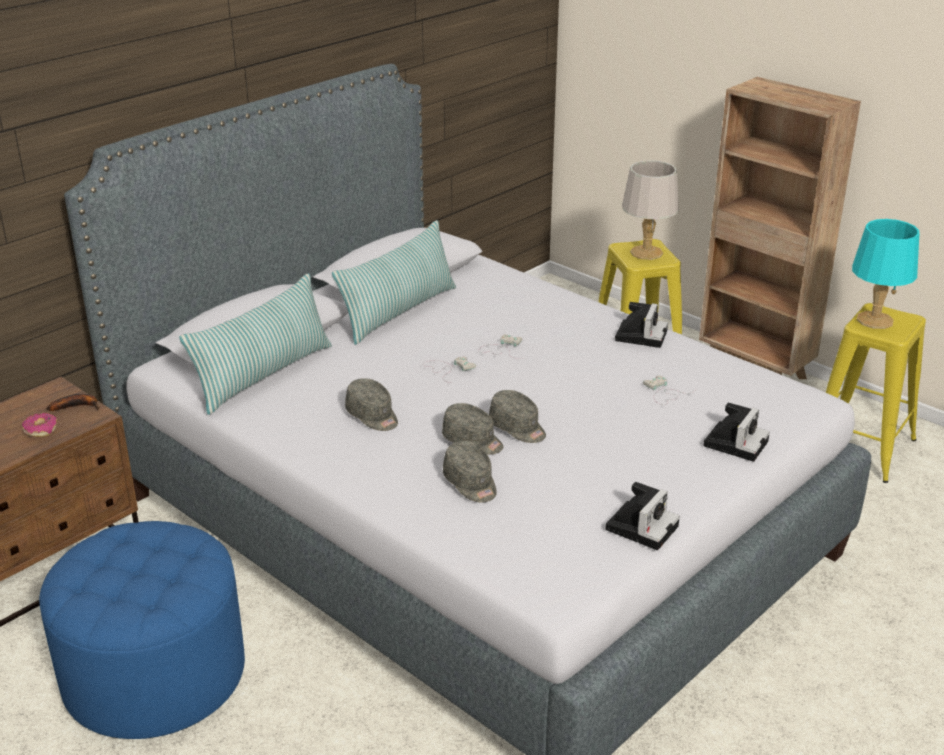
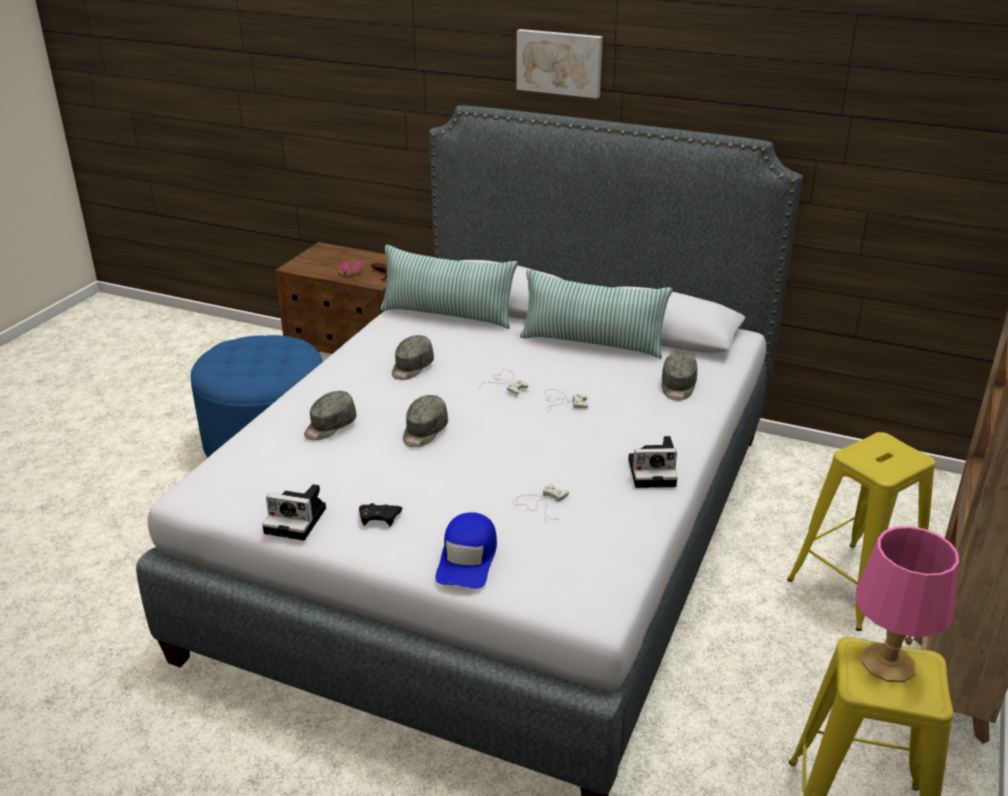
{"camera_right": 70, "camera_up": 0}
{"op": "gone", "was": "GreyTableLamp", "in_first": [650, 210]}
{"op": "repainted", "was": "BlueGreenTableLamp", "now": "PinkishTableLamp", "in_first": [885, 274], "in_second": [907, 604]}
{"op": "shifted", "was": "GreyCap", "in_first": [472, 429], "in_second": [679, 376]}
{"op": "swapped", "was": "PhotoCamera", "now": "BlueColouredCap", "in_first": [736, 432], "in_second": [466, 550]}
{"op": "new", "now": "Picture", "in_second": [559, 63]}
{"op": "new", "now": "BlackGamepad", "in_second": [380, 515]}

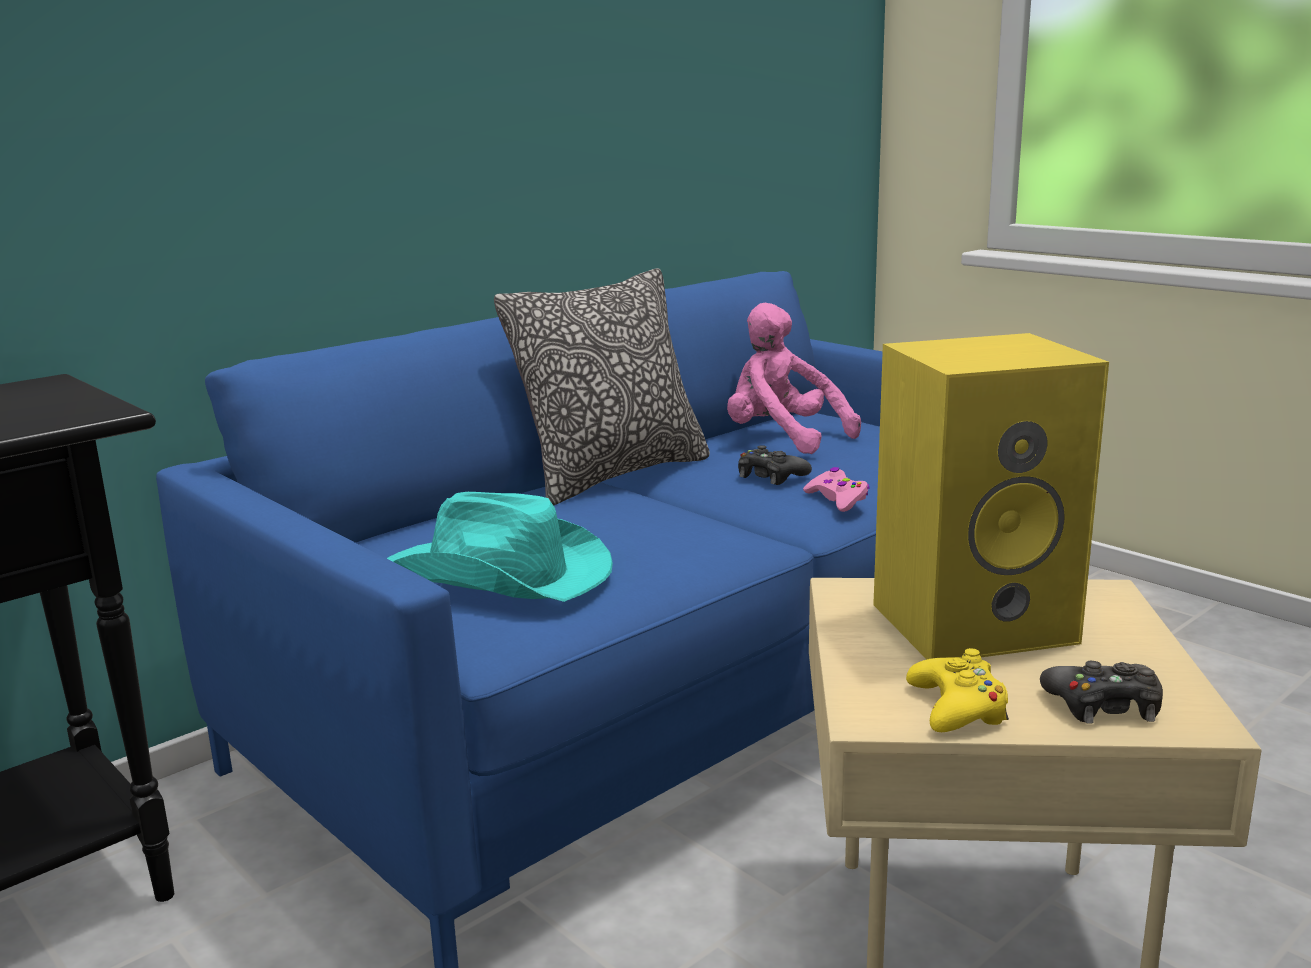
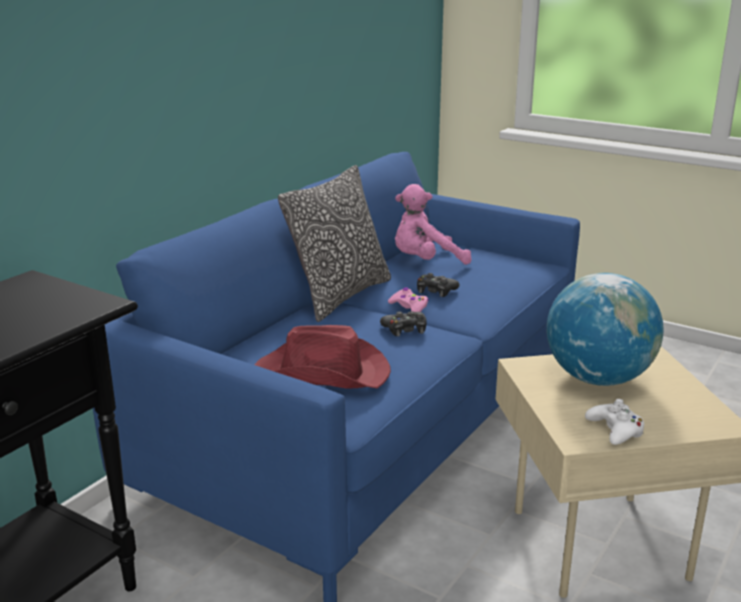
{"camera_right": -15, "camera_up": 5}
{"op": "rotated", "was": "PinkishSoftToy", "in_first": [794, 378], "in_second": [433, 224], "clockwise": -45}
{"op": "swapped", "was": "YellowLoudspeaker", "now": "WorldGlobe", "in_first": [991, 496], "in_second": [605, 329]}
{"op": "shifted", "was": "PinkishGamepad", "in_first": [836, 489], "in_second": [408, 299]}
{"op": "repainted", "was": "BlueGreenHat", "now": "RedHat", "in_first": [500, 547], "in_second": [323, 357]}
{"op": "repainted", "was": "YellowGamepad", "now": "WhiteGamepad", "in_first": [957, 690], "in_second": [614, 422]}
{"op": "shifted", "was": "BlackGamepad", "in_first": [1101, 692], "in_second": [403, 323]}

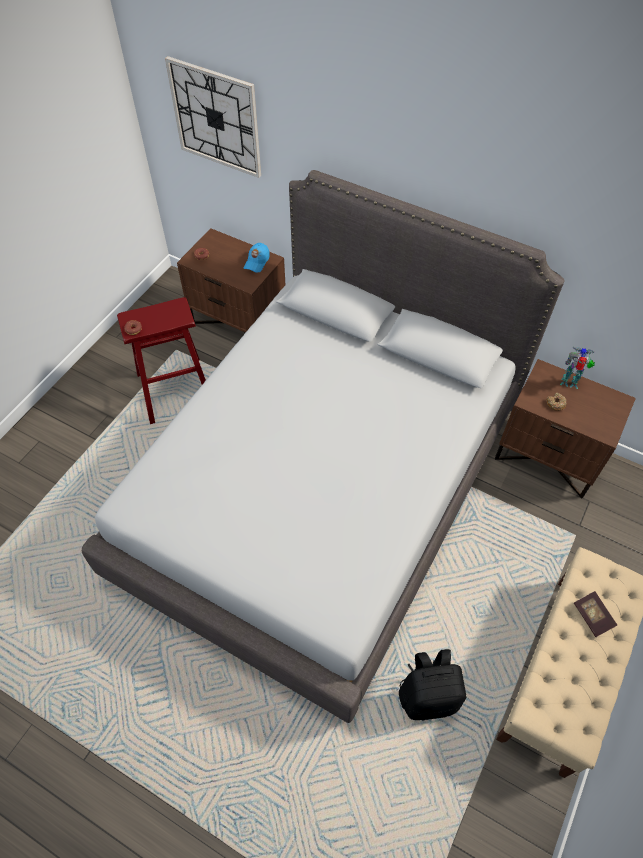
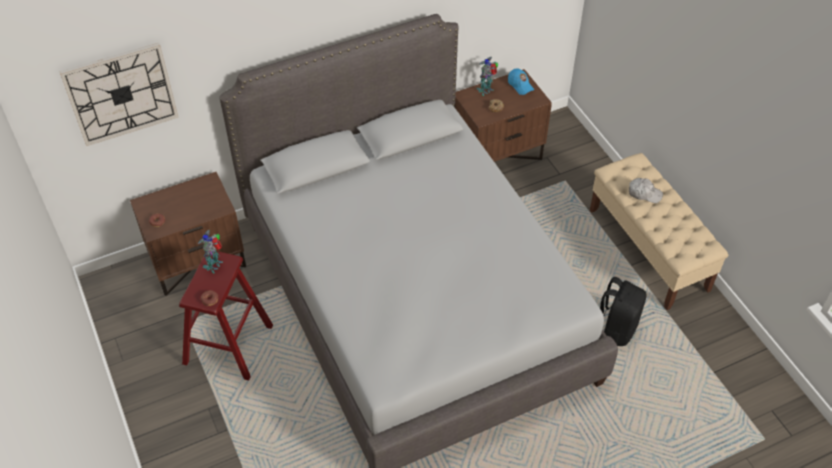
{"camera_right": -55, "camera_up": -5}
{"op": "shifted", "was": "BlueColouredCap", "in_first": [256, 258], "in_second": [521, 81]}
{"op": "swapped", "was": "BoundBook", "now": "WhiteCap", "in_first": [595, 614], "in_second": [646, 190]}
{"op": "new", "now": "ModelRobot", "in_second": [210, 252]}

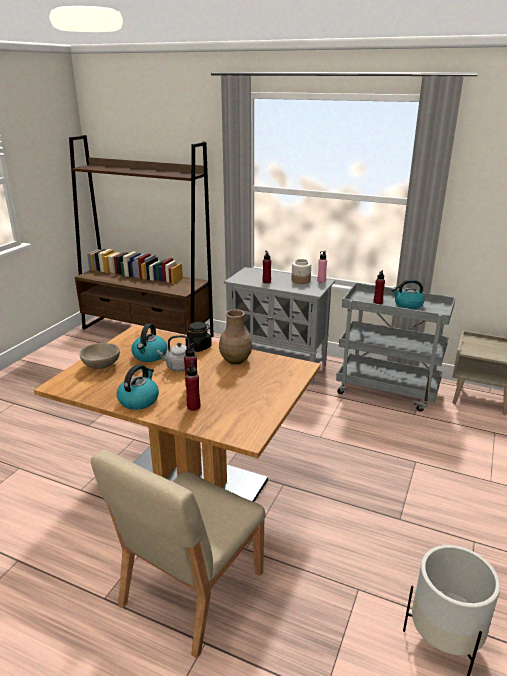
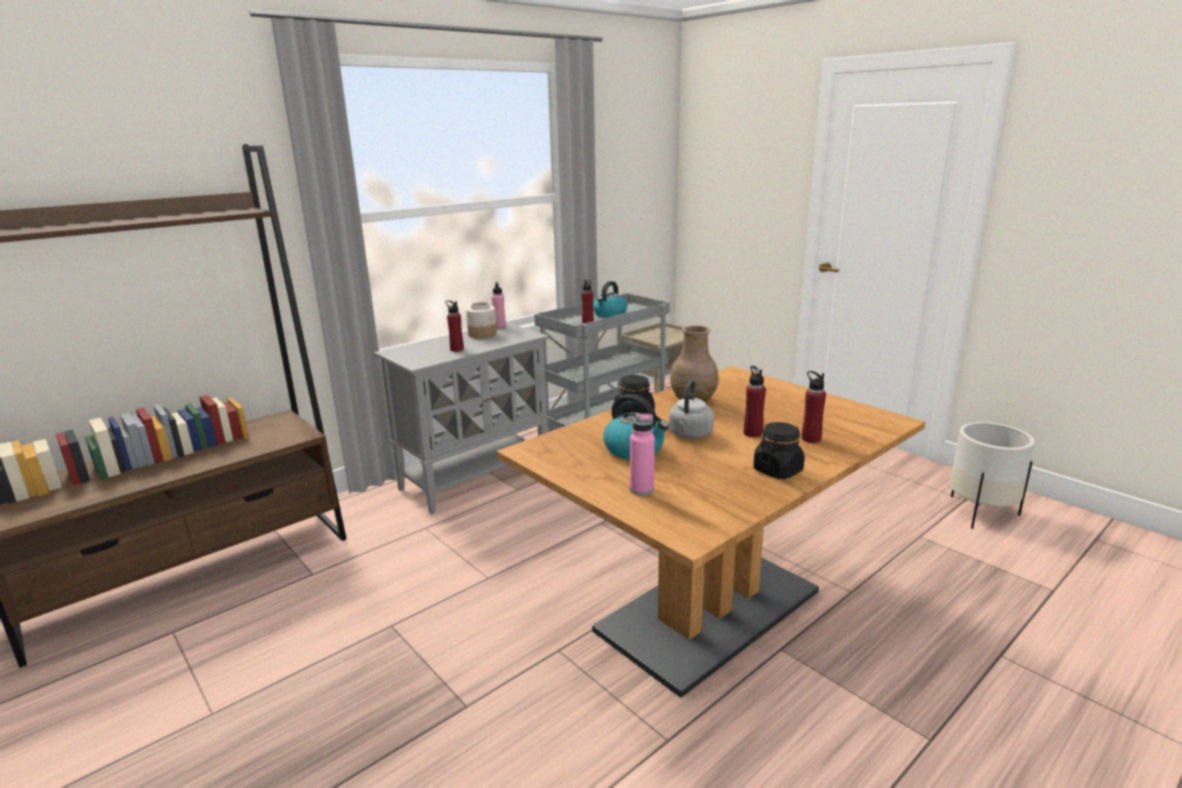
{"camera_right": -65, "camera_up": -5}
{"op": "swapped", "was": "BeigeColouredServingBowl", "now": "PinkishBeverageBottle", "in_first": [100, 356], "in_second": [642, 454]}
{"op": "swapped", "was": "WaterKettle", "now": "BlackStorageJar", "in_first": [138, 387], "in_second": [779, 450]}
{"op": "gone", "was": "BeigeColouredPlainChair", "in_first": [178, 554]}

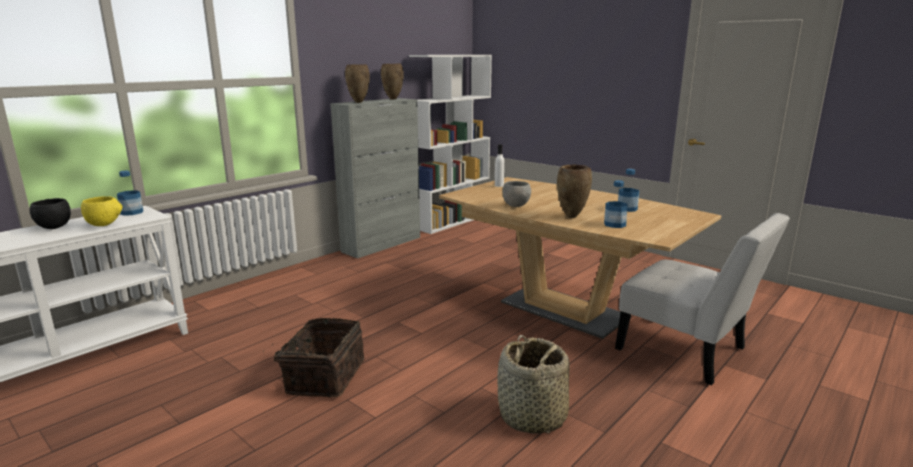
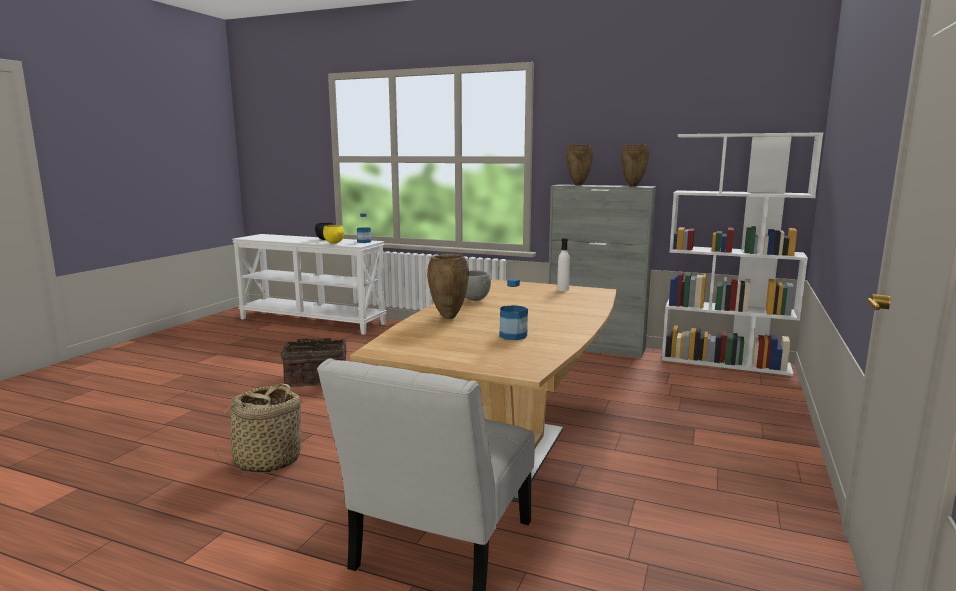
{"camera_right": 70, "camera_up": -5}
{"op": "gone", "was": "BeverageBottle", "in_first": [616, 204]}

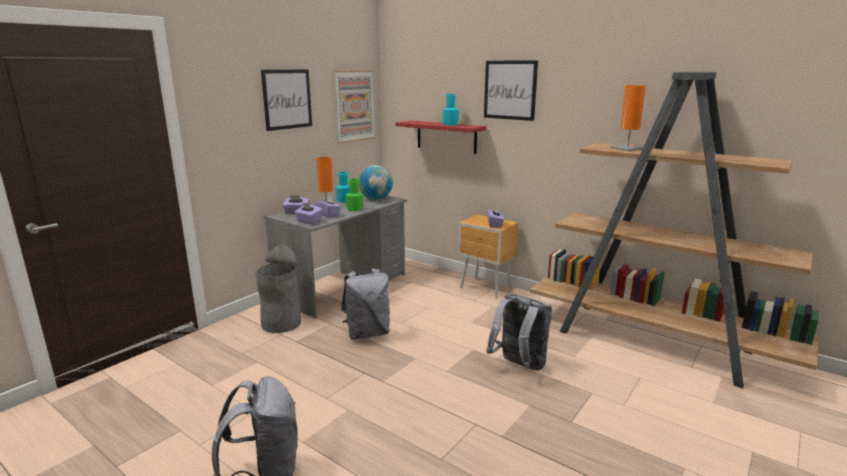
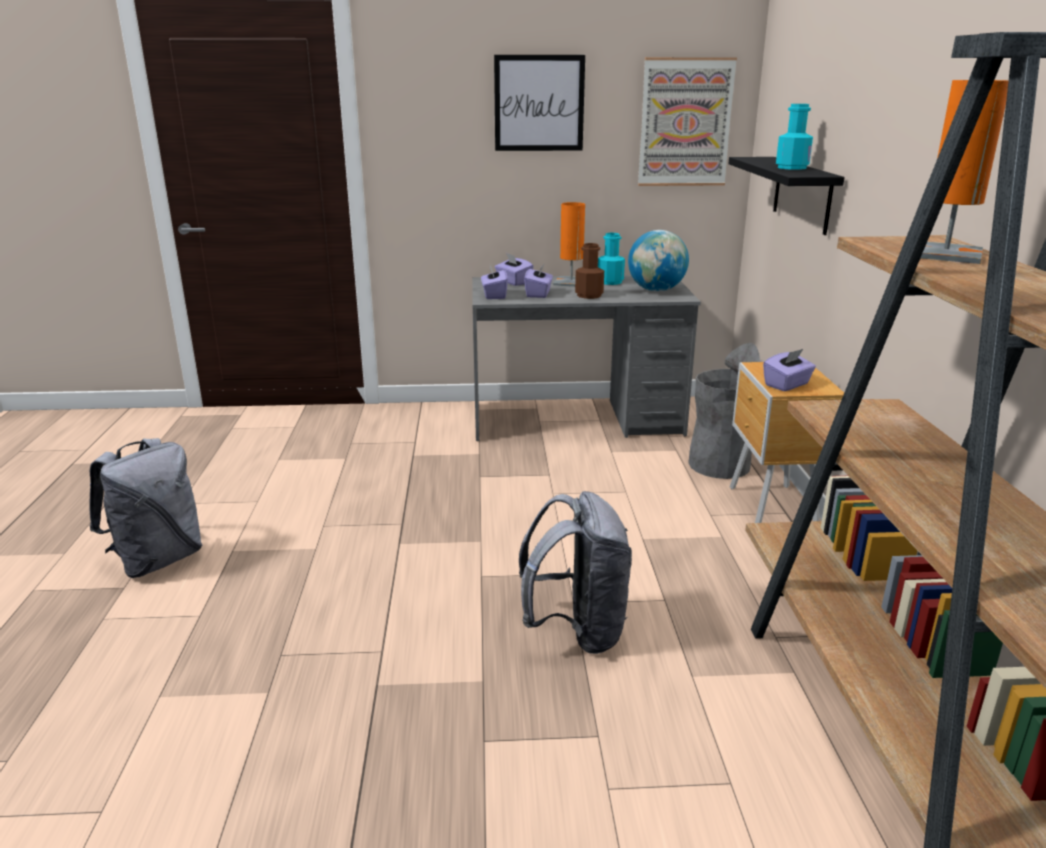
{"camera_right": 50, "camera_up": 5}
{"op": "gone", "was": "Picture", "in_first": [511, 90]}
{"op": "repainted", "was": "RedBracketShelf", "now": "BlackBracketShelf", "in_first": [440, 137], "in_second": [786, 196]}
{"op": "repainted", "was": "GreenColouredBeverageBottle", "now": "BrownishBeverageBottle", "in_first": [354, 194], "in_second": [589, 271]}
{"op": "shifted", "was": "GreyWasteBin", "in_first": [278, 288], "in_second": [724, 411]}
{"op": "gone", "was": "GreyBackpack", "in_first": [365, 304]}

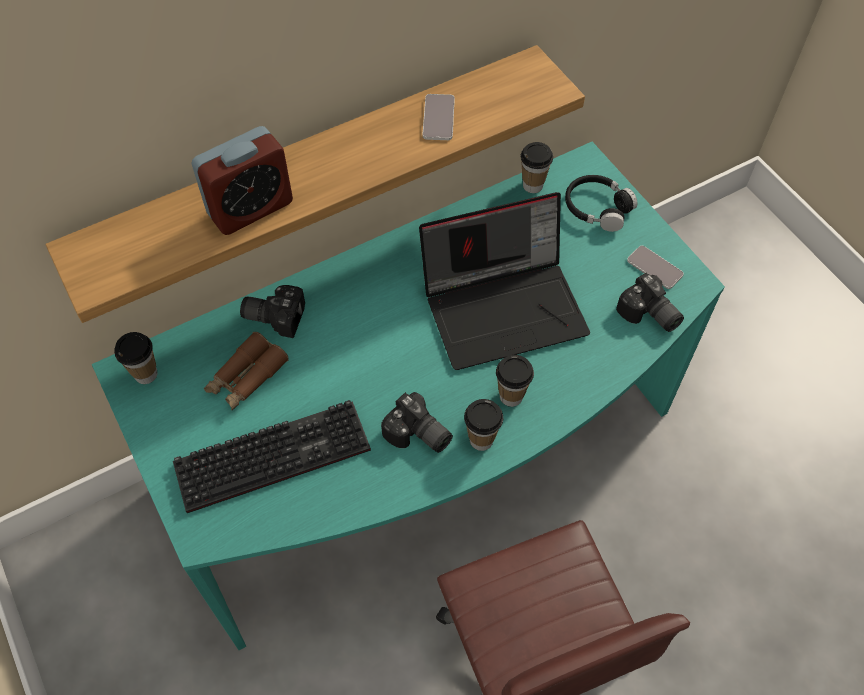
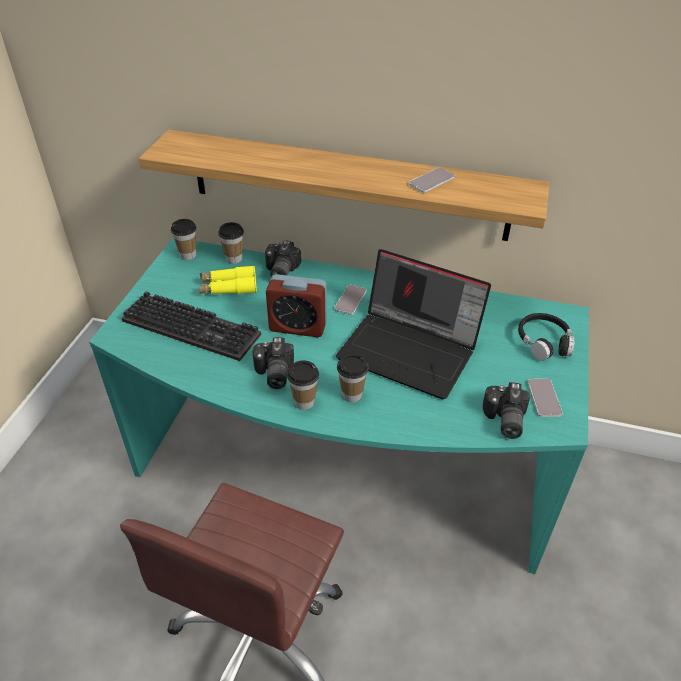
{"camera_right": 45, "camera_up": -15}
{"op": "shifted", "was": "AlarmClock", "in_first": [242, 180], "in_second": [296, 305]}
{"op": "shifted", "was": "SmallCup", "in_first": [536, 167], "in_second": [231, 243]}
{"op": "rotated", "was": "PhotoCamera", "in_first": [272, 311], "in_second": [283, 258], "clockwise": -135}
{"op": "repainted", "was": "BrownishFieldGlasses", "now": "YellowFieldGlasses", "in_first": [246, 371], "in_second": [228, 279]}
{"op": "new", "now": "Phone", "in_second": [350, 300]}

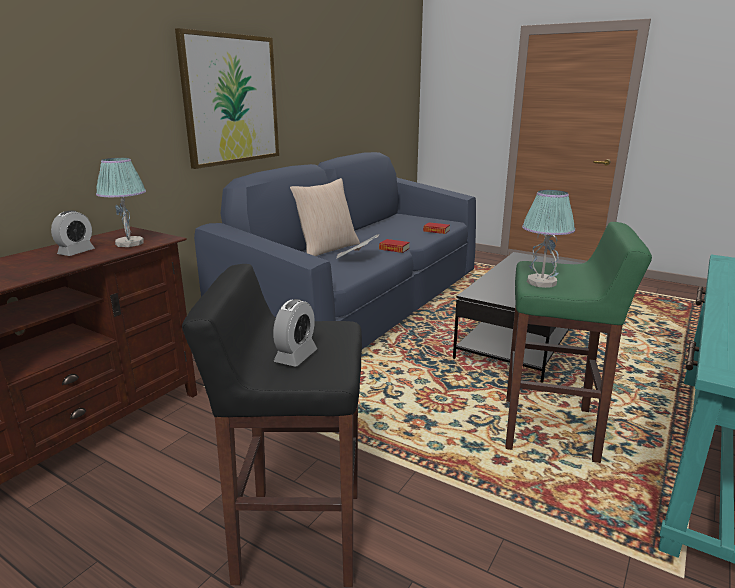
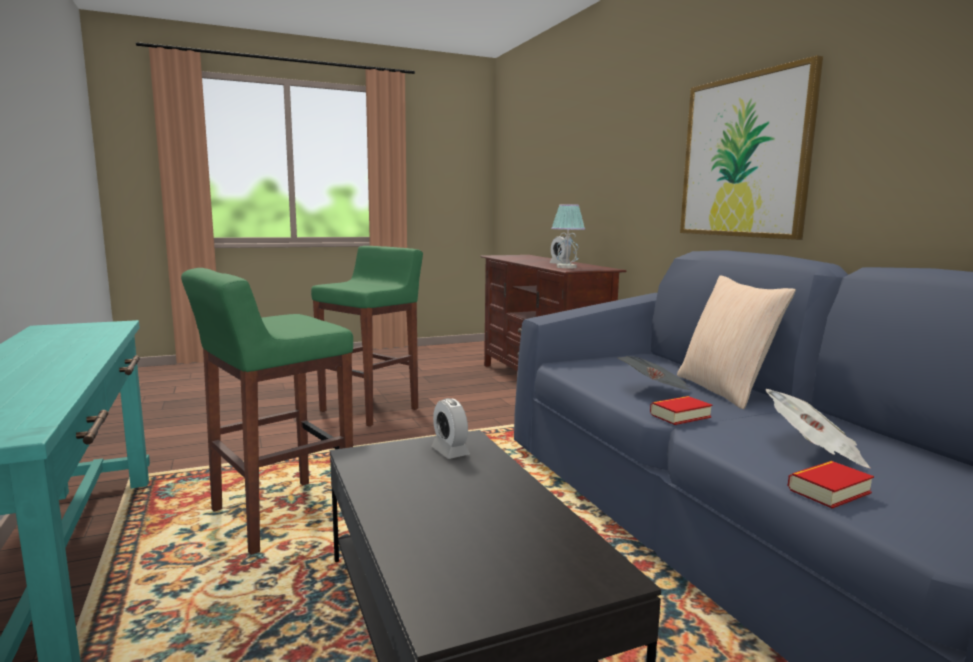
{"camera_right": 125, "camera_up": -10}
{"op": "gone", "was": "TableLamp", "in_first": [548, 239]}
{"op": "repainted", "was": "BlackStool", "now": "GreenColouredStool", "in_first": [272, 425], "in_second": [367, 336]}
{"op": "shifted", "was": "AlarmClock", "in_first": [295, 333], "in_second": [450, 428]}
{"op": "new", "now": "Newspaper", "in_second": [818, 428]}

